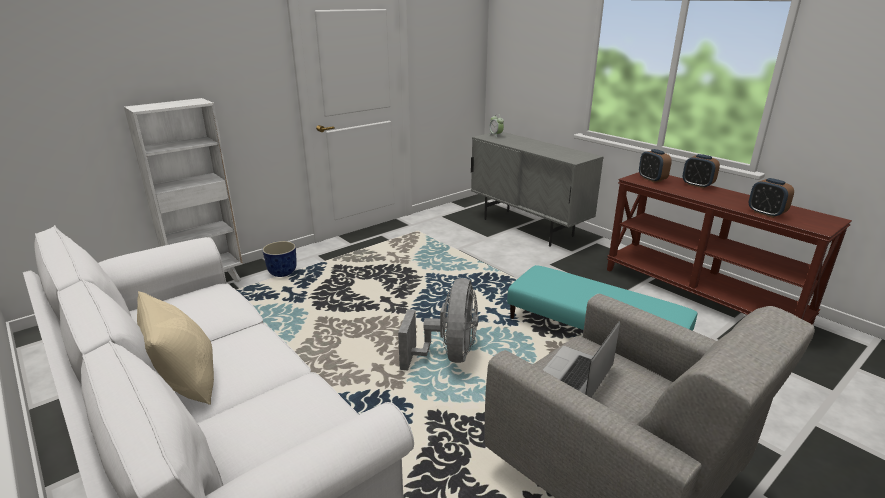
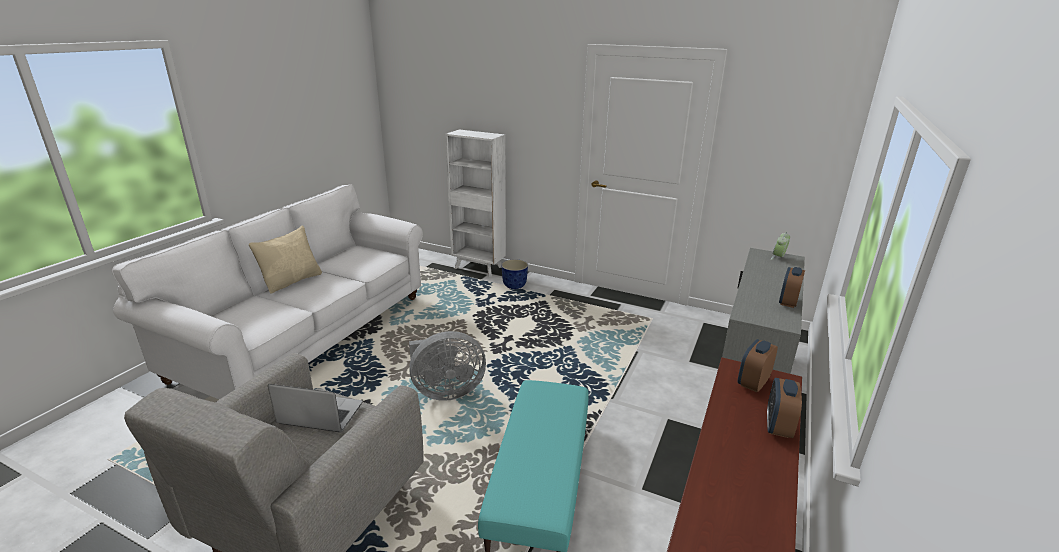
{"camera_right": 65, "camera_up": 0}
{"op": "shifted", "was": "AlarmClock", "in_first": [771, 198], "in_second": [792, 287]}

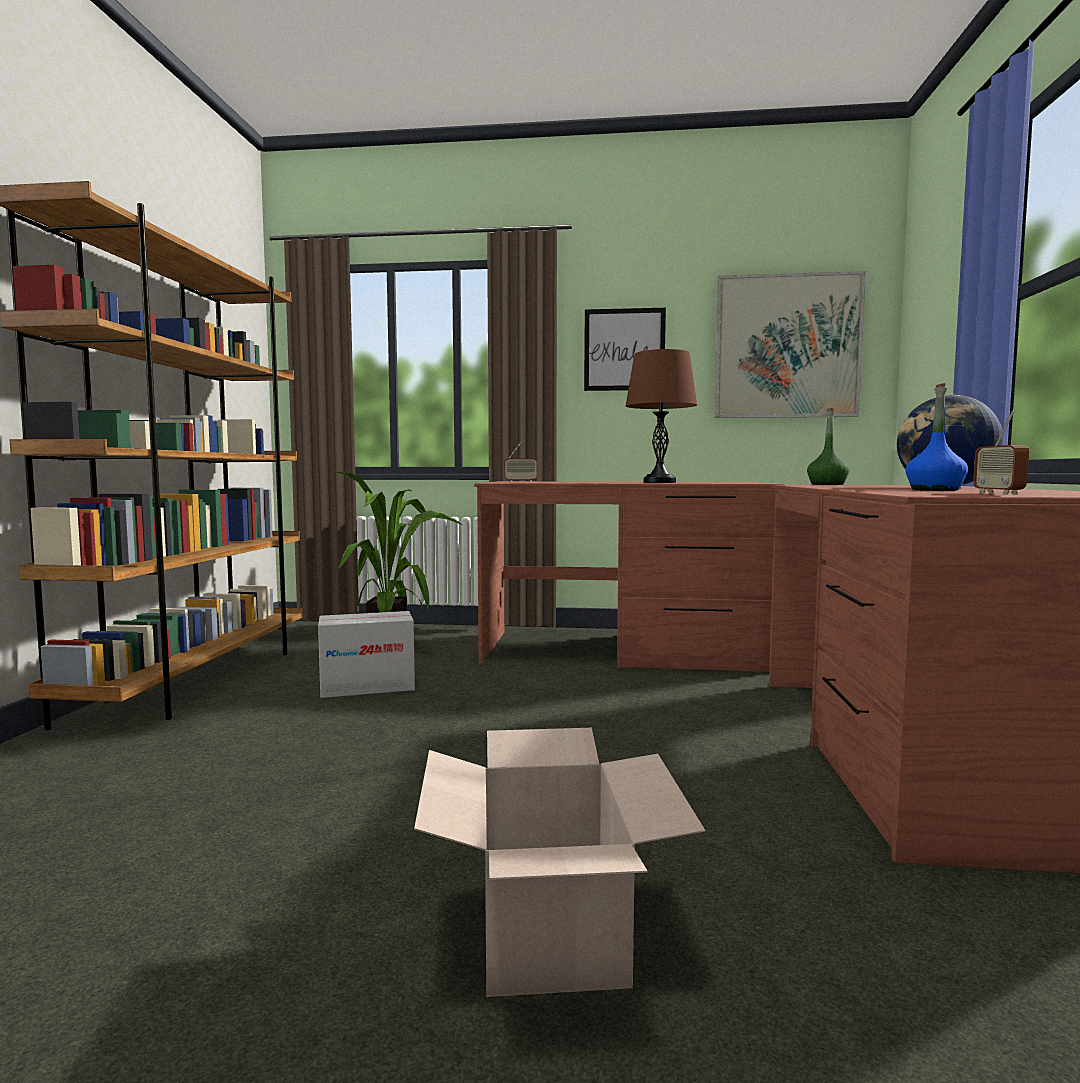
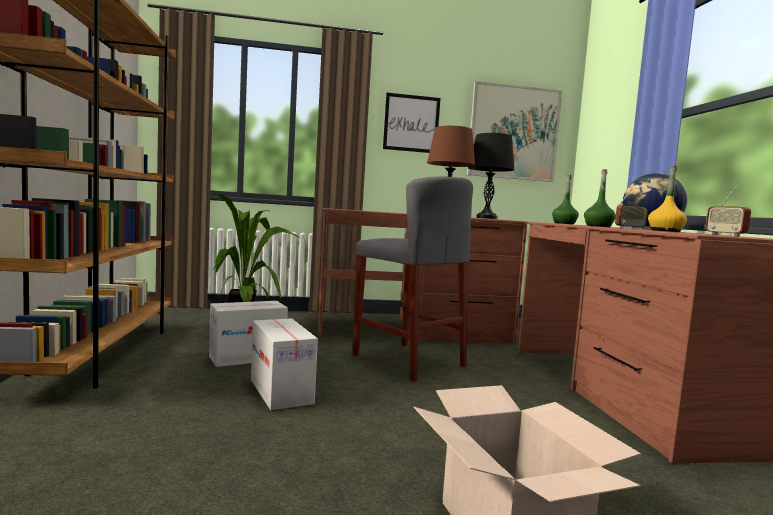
{"camera_right": -15, "camera_up": 0}
{"op": "repainted", "was": "BlueColouredBeverageBottle", "now": "YellowBeverageBottle", "in_first": [937, 437], "in_second": [667, 199]}
{"op": "shifted", "was": "RadioSet", "in_first": [521, 461], "in_second": [631, 209]}
{"op": "new", "now": "BlackTableLamp", "in_second": [491, 176]}
{"op": "new", "now": "GreenColouredBeverageBottle", "in_second": [600, 198]}
{"op": "new", "now": "GreyStool", "in_second": [413, 279]}
{"op": "new", "now": "Carton", "in_second": [284, 364]}

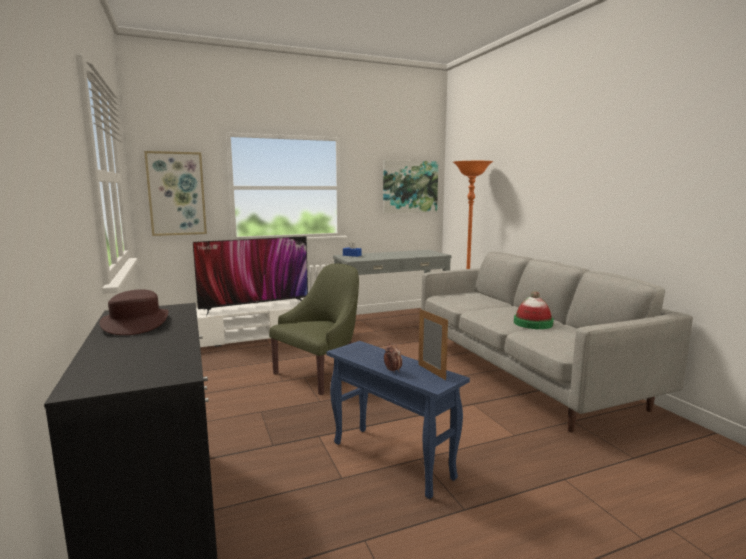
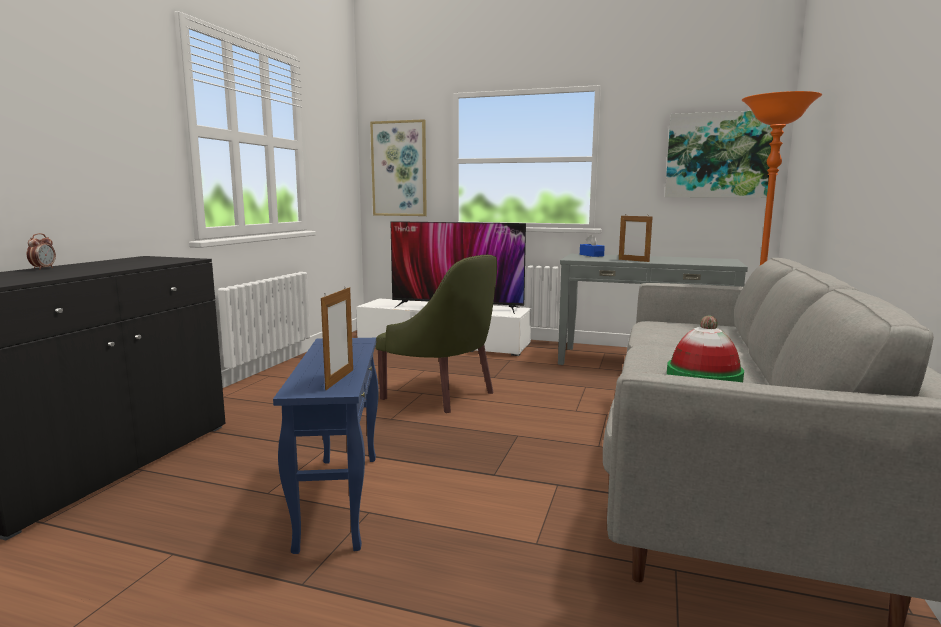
{"camera_right": 40, "camera_up": 0}
{"op": "rotated", "was": "GreenColouredLoungeChair", "in_first": [314, 329], "in_second": [436, 334], "clockwise": 45}
{"op": "gone", "was": "BrownishHat", "in_first": [134, 312]}
{"op": "shifted", "was": "AlarmClock", "in_first": [393, 358], "in_second": [41, 251]}
{"op": "new", "now": "StandingFrame", "in_second": [636, 238]}

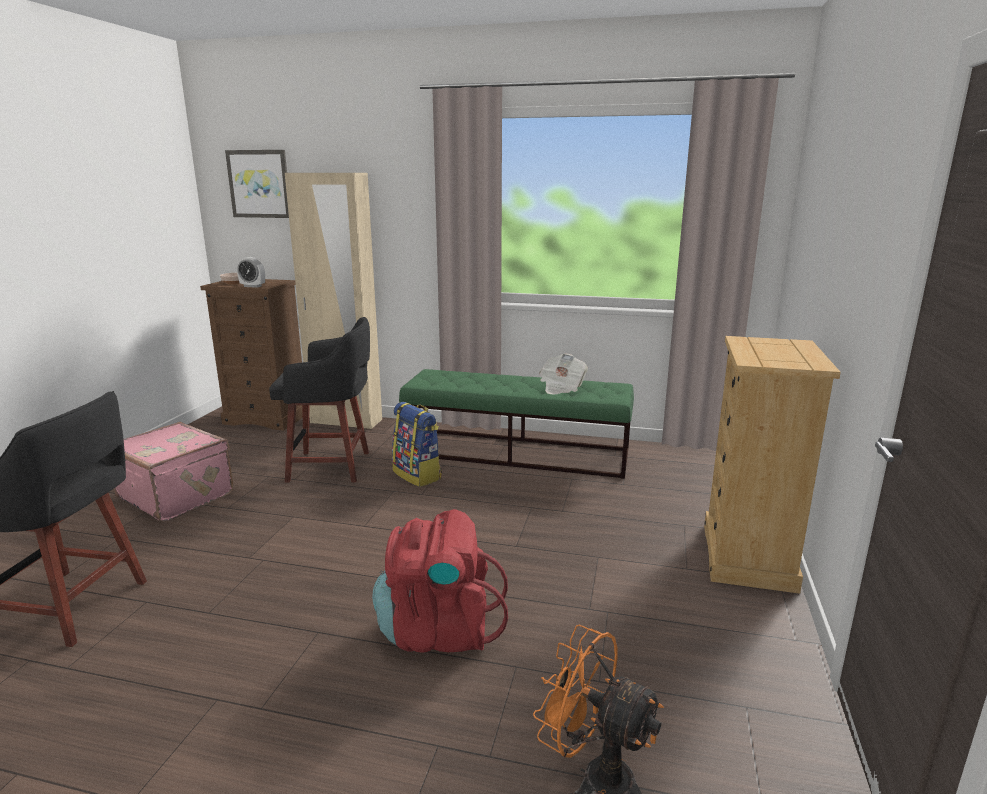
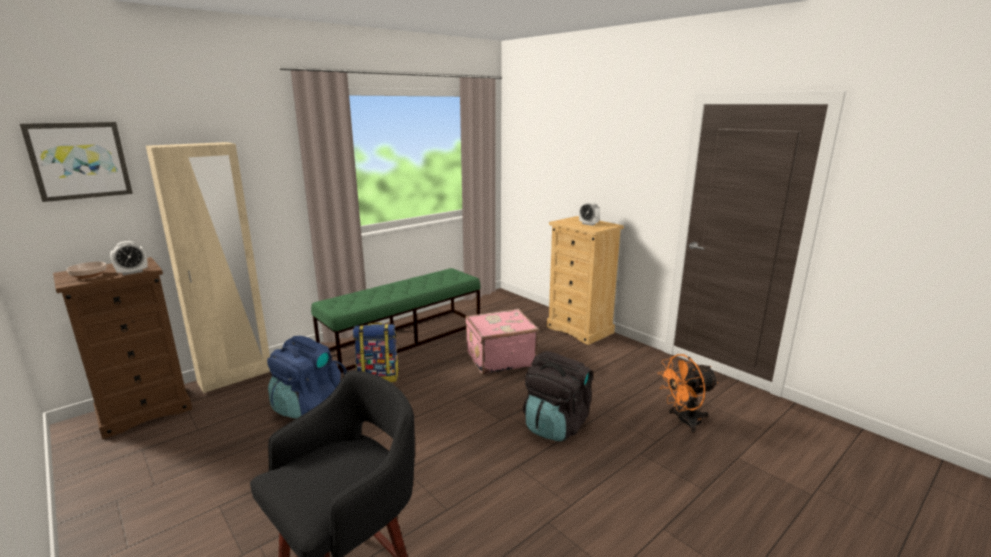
{"camera_right": -55, "camera_up": 0}
{"op": "swapped", "was": "BlackStool", "now": "BlueColouredBackpack", "in_first": [319, 400], "in_second": [307, 377]}
{"op": "gone", "was": "Newspaper", "in_first": [564, 374]}
{"op": "shifted", "was": "PinkishTravelCase", "in_first": [173, 472], "in_second": [502, 342]}
{"op": "repainted", "was": "RedBackpack", "now": "BlackBackpack", "in_first": [440, 581], "in_second": [558, 396]}
{"op": "new", "now": "AlarmClock", "in_second": [589, 213]}

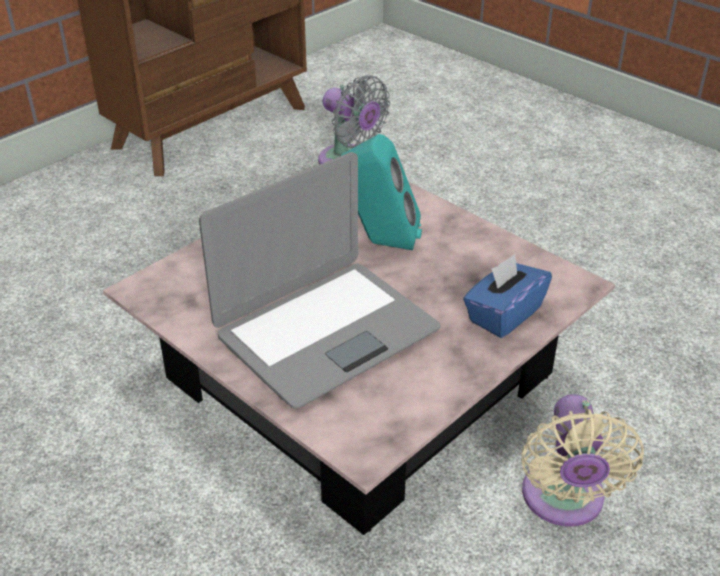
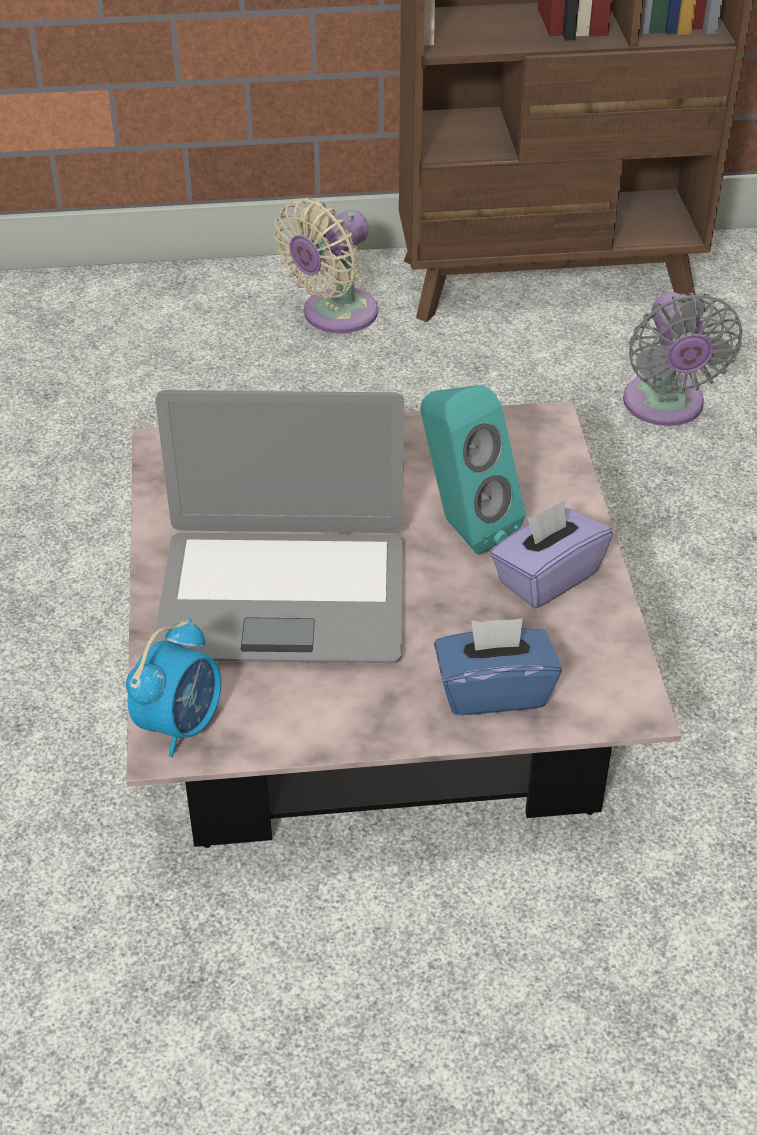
{"camera_right": 40, "camera_up": 5}
{"op": "shifted", "was": "BeigeColouredElectricFan", "in_first": [583, 460], "in_second": [326, 265]}
{"op": "new", "now": "PurpleColouredBoxOfTissues", "in_second": [551, 554]}
{"op": "new", "now": "AlarmClock", "in_second": [173, 687]}

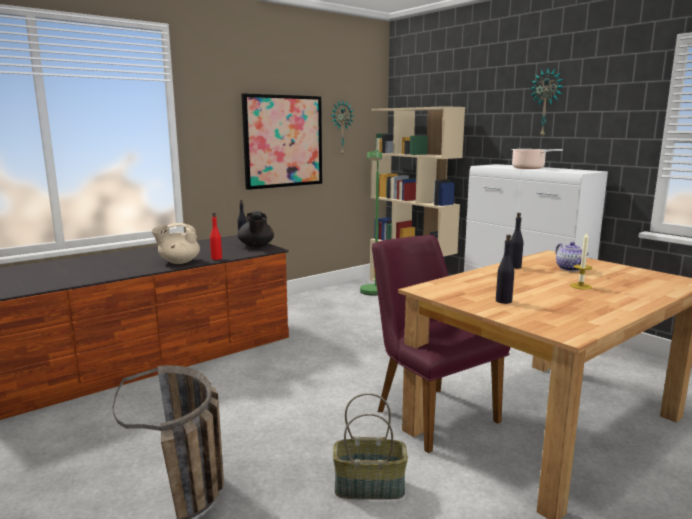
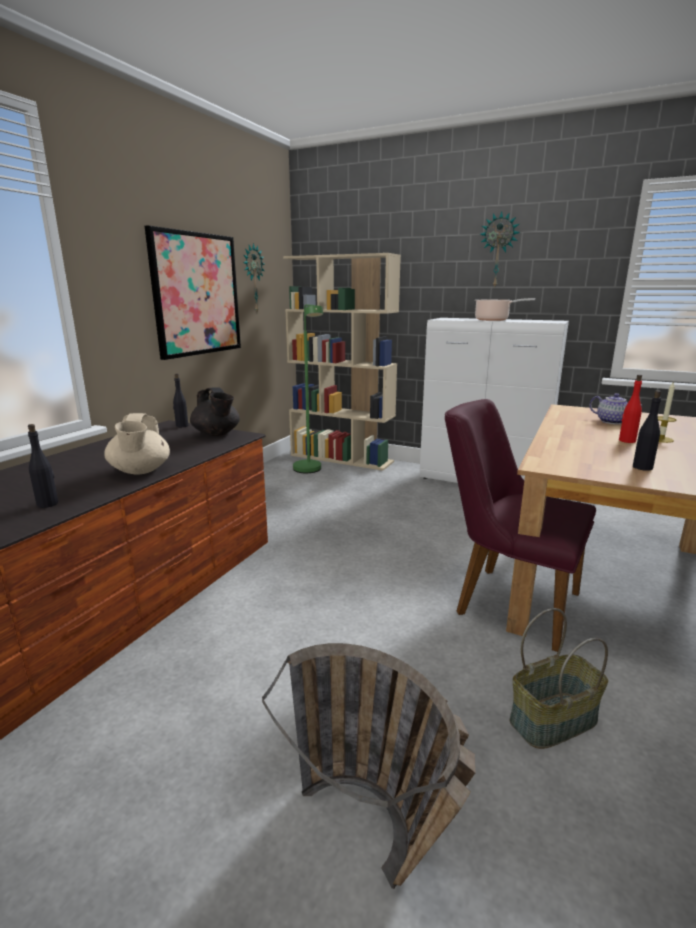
{"camera_right": -25, "camera_up": 5}
{"op": "shifted", "was": "RedBeverageBottle", "in_first": [216, 236], "in_second": [630, 409]}
{"op": "shifted", "was": "BlackBeverageBottle", "in_first": [517, 241], "in_second": [43, 466]}
{"op": "rotated", "was": "BeigeColouredTeaPot", "in_first": [175, 243], "in_second": [137, 444], "clockwise": -60}

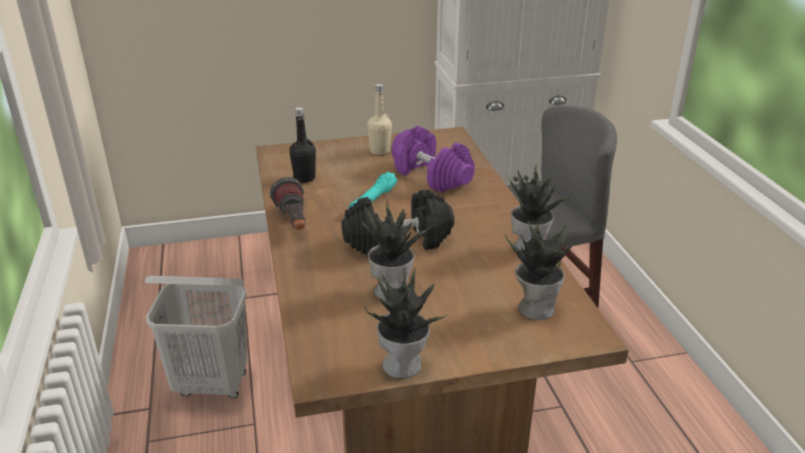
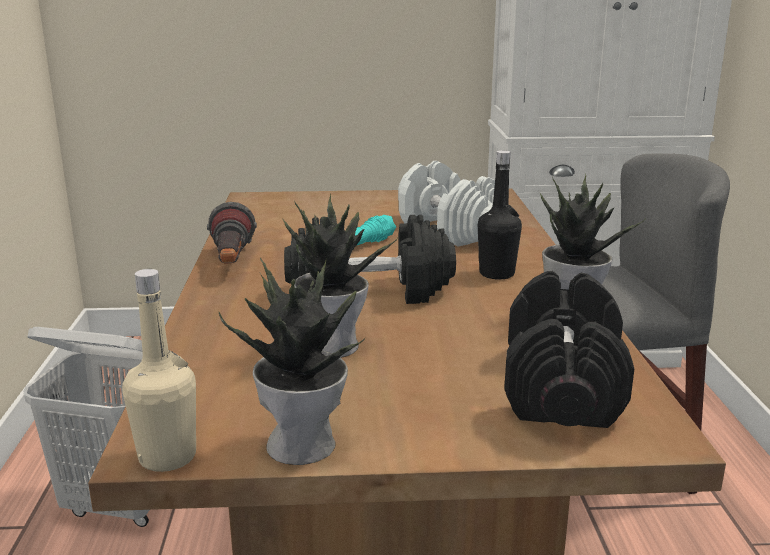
{"camera_right": 10, "camera_up": -10}
{"op": "shifted", "was": "BeigeColouredBeverageBottle", "in_first": [379, 119], "in_second": [159, 370]}
{"op": "shifted", "was": "BlackBeverageBottle", "in_first": [302, 145], "in_second": [500, 215]}
{"op": "repainted", "was": "PurpleColouredDumbbell", "now": "WhiteDumbbell", "in_first": [433, 159], "in_second": [446, 204]}
{"op": "swapped", "was": "PottedPlant", "now": "BlackDumbbell", "in_first": [540, 269], "in_second": [569, 349]}

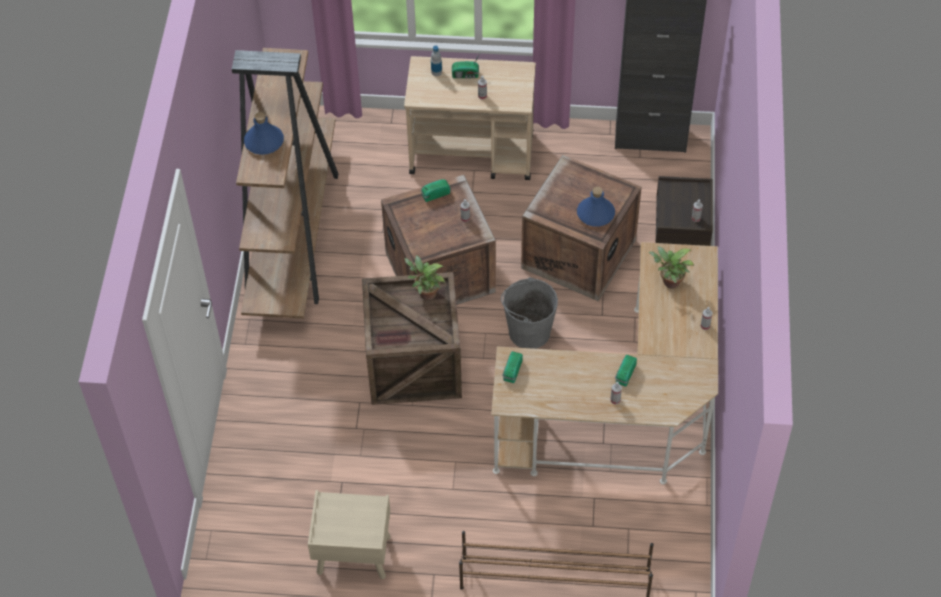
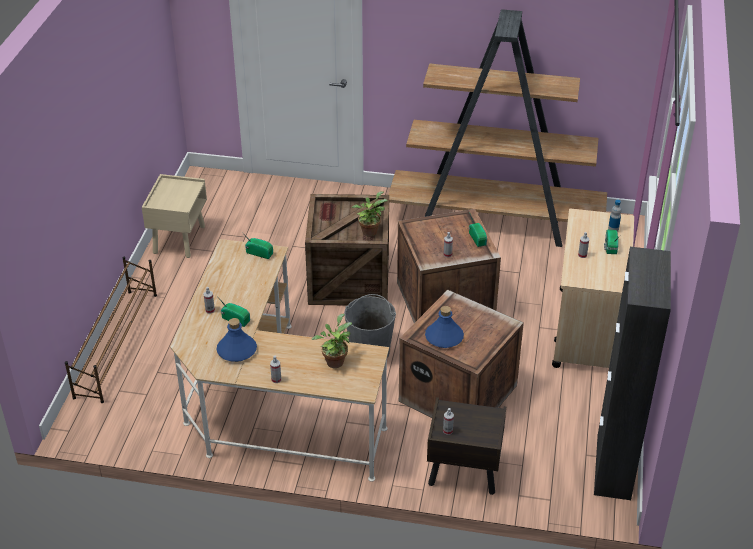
{"camera_right": 95, "camera_up": -15}
{"op": "shifted", "was": "BlueColouredBeverageBottle", "in_first": [264, 133], "in_second": [236, 340]}

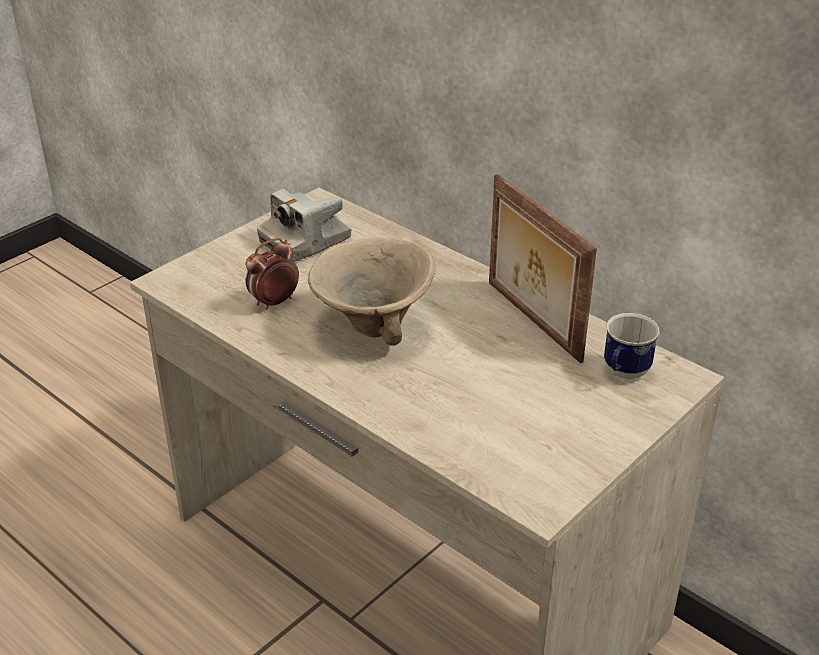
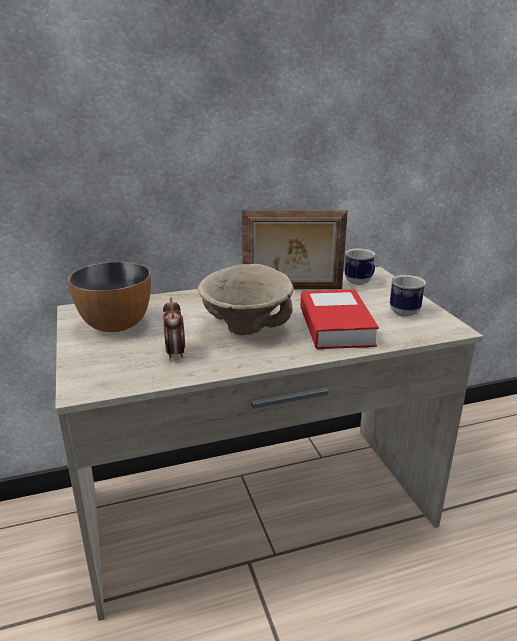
{"camera_right": -60, "camera_up": -10}
{"op": "swapped", "was": "PhotoCamera", "now": "ServingBowl", "in_first": [304, 225], "in_second": [109, 297]}
{"op": "new", "now": "CoffeeMug", "in_second": [408, 296]}
{"op": "new", "now": "BoundBook", "in_second": [339, 319]}

